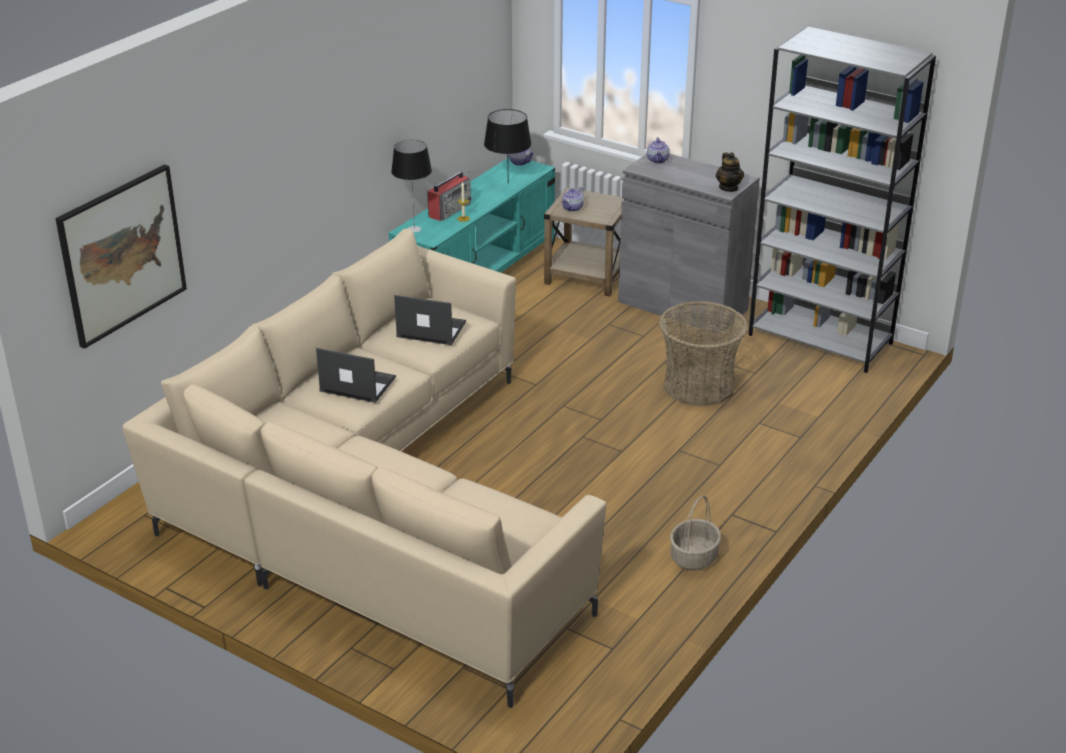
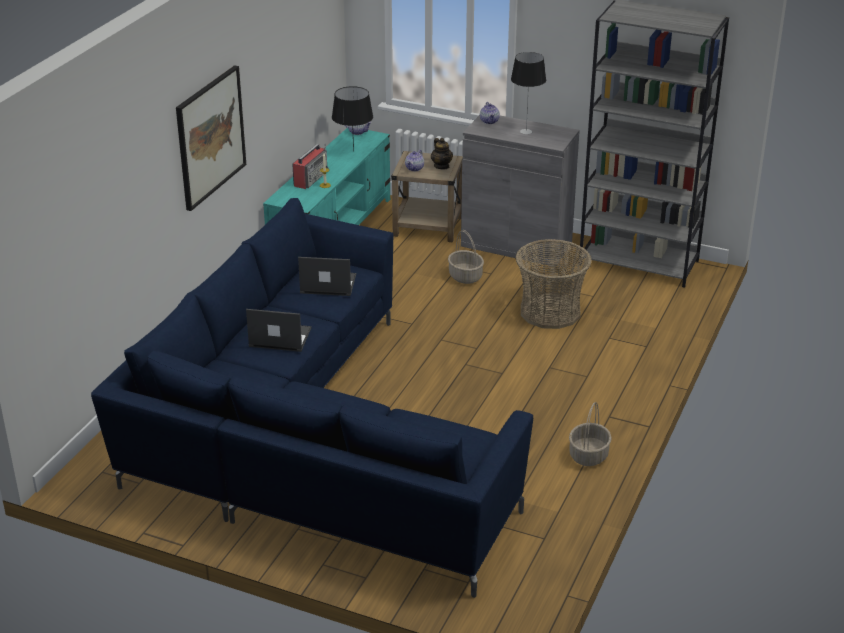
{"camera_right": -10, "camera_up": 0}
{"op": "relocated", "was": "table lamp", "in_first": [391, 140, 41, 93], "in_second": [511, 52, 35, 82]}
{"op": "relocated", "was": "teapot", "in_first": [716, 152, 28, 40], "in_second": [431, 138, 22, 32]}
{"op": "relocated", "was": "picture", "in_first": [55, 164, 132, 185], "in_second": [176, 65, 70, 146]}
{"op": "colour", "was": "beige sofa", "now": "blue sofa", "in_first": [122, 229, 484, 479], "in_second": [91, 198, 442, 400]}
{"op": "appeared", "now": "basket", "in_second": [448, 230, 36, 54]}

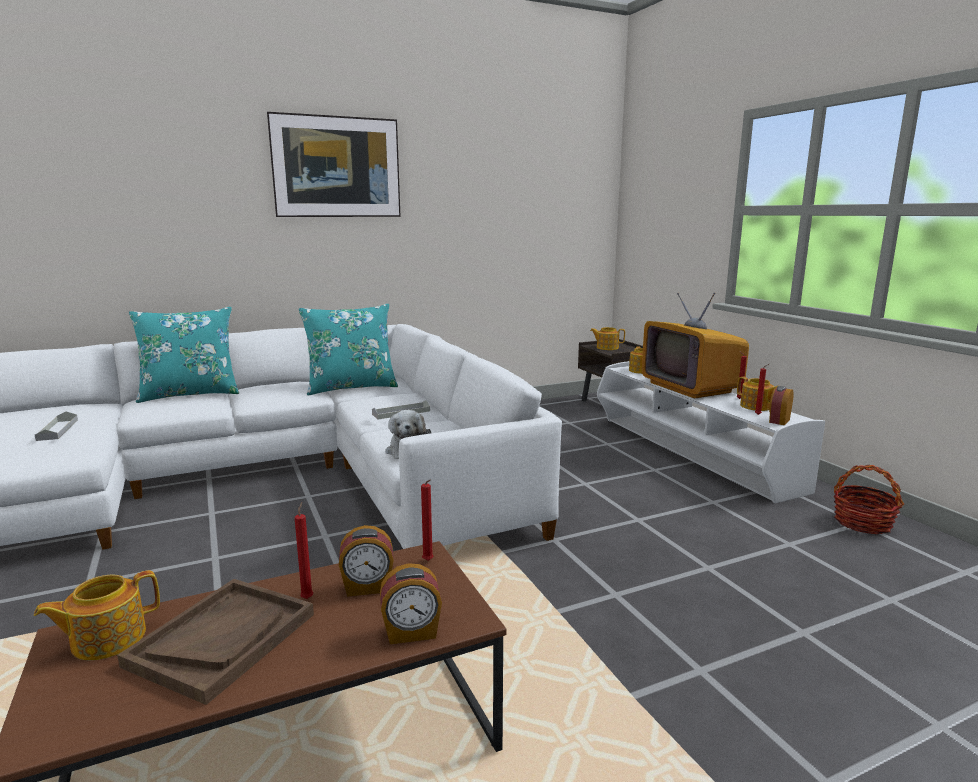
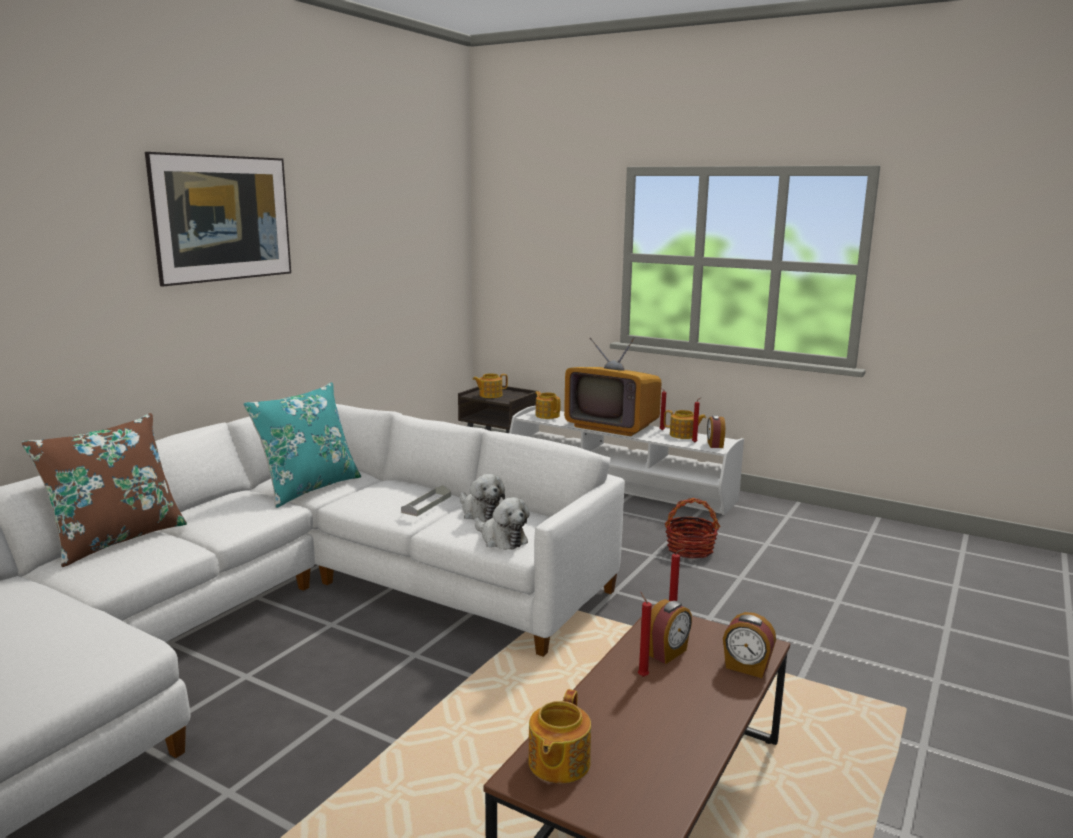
{"camera_right": -35, "camera_up": 0}
{"op": "colour", "was": "turquoise pillow", "now": "brown pillow", "in_first": [129, 307, 110, 96], "in_second": [21, 413, 166, 154]}
{"op": "missing", "was": "grey tray", "in_first": [35, 411, 43, 30]}
{"op": "relocated", "was": "basket", "in_first": [834, 465, 70, 69], "in_second": [665, 498, 55, 60]}
{"op": "spun", "was": "alarm clock", "in_first": [380, 563, 62, 81], "in_second": [723, 612, 53, 66], "clockwise": 75}
{"op": "missing", "was": "brown tray", "in_first": [117, 579, 197, 126]}
{"op": "appeared", "now": "plush toy", "in_second": [460, 474, 45, 48]}

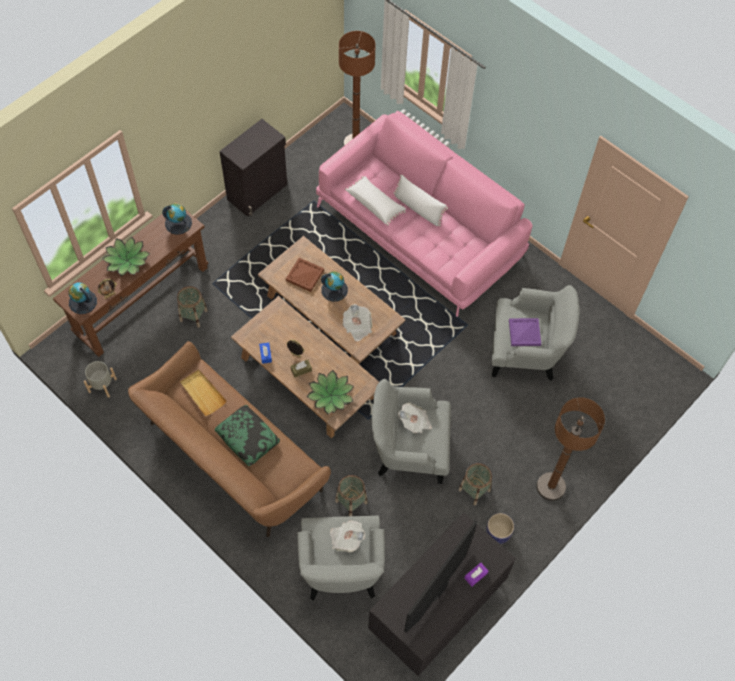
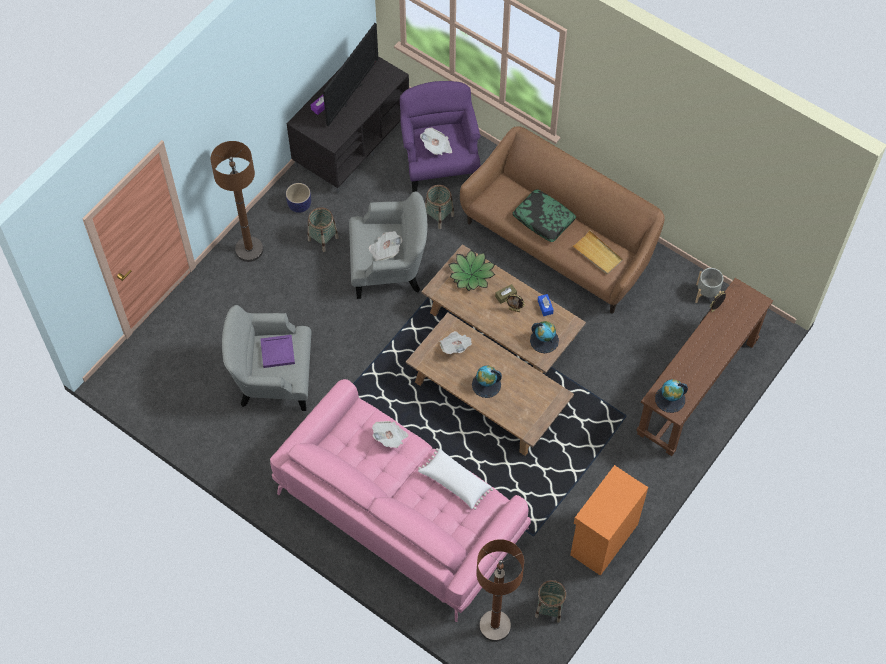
{"camera_right": 175, "camera_up": 0}
{"op": "colour", "was": "black cabinet", "now": "orange cabinet", "in_first": [219, 119, 68, 98], "in_second": [570, 465, 78, 111]}
{"op": "missing", "was": "white pillow", "in_first": [393, 175, 55, 51]}
{"op": "missing", "was": "potted plant", "in_first": [102, 237, 48, 39]}
{"op": "missing", "was": "brown tray", "in_first": [286, 258, 38, 34]}
{"op": "relocated", "was": "globe", "in_first": [69, 282, 28, 32], "in_second": [530, 321, 29, 32]}
{"op": "relocated", "was": "basket", "in_first": [177, 286, 31, 42], "in_second": [535, 580, 31, 43]}
{"op": "colour", "was": "grey armchair", "now": "purple armchair", "in_first": [297, 516, 88, 85], "in_second": [400, 81, 81, 111]}
{"op": "appeared", "now": "newspaper", "in_second": [372, 421, 37, 27]}

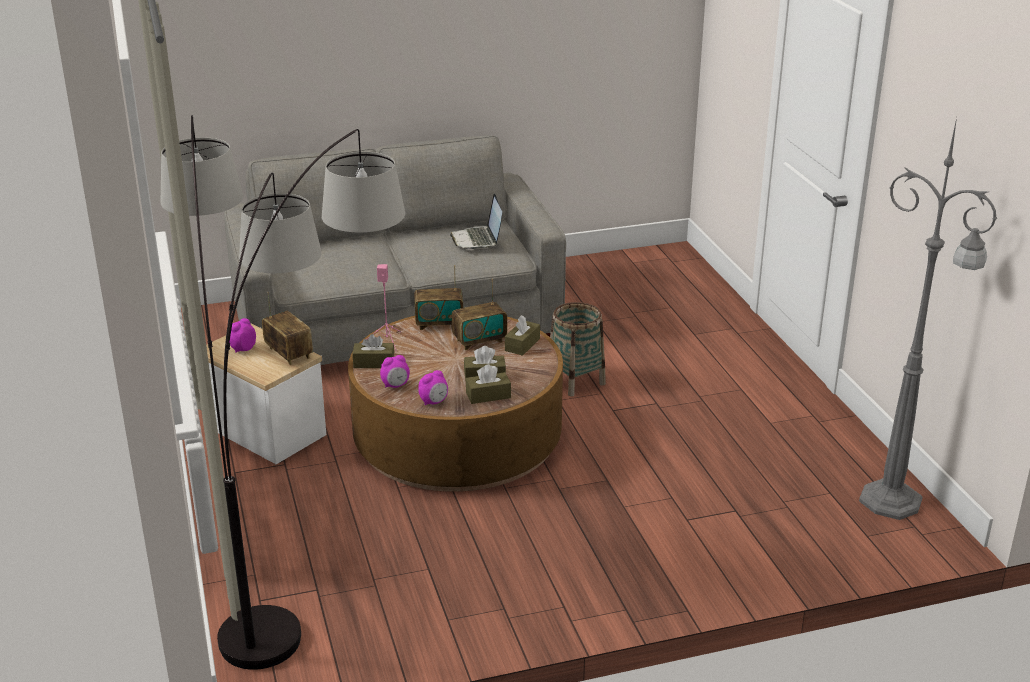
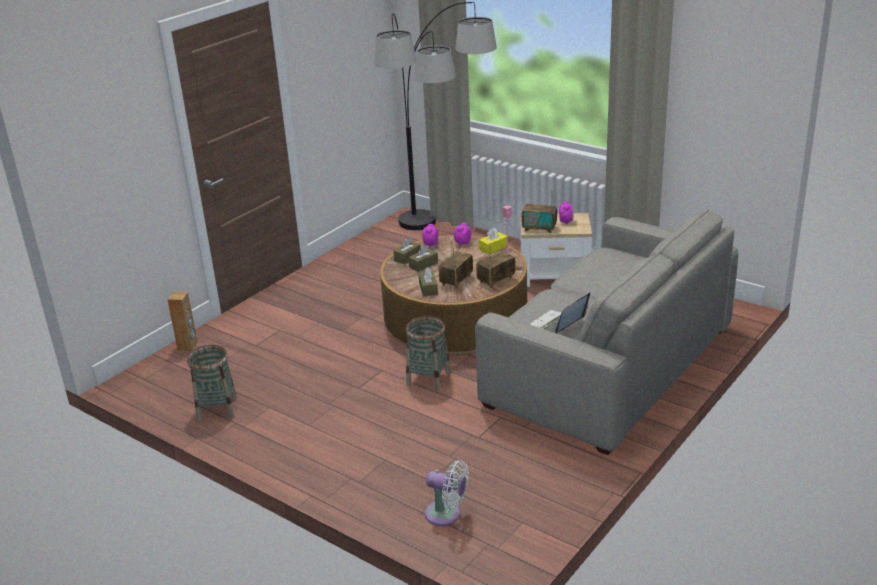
{"camera_right": 145, "camera_up": 0}
{"op": "missing", "was": "grey floor lamp", "in_first": [859, 118, 138, 402]}
{"op": "spun", "was": "laptop", "in_first": [450, 193, 52, 57], "in_second": [530, 292, 60, 41], "clockwise": -90}
{"op": "colour", "was": "brown tissue box", "now": "yellow tissue box", "in_first": [352, 334, 43, 34], "in_second": [479, 228, 28, 26]}
{"op": "appeared", "now": "brown speaker", "in_second": [167, 292, 31, 59]}
{"op": "appeared", "now": "basket", "in_second": [187, 345, 50, 76]}
{"op": "appeared", "now": "white fan", "in_second": [425, 460, 44, 66]}

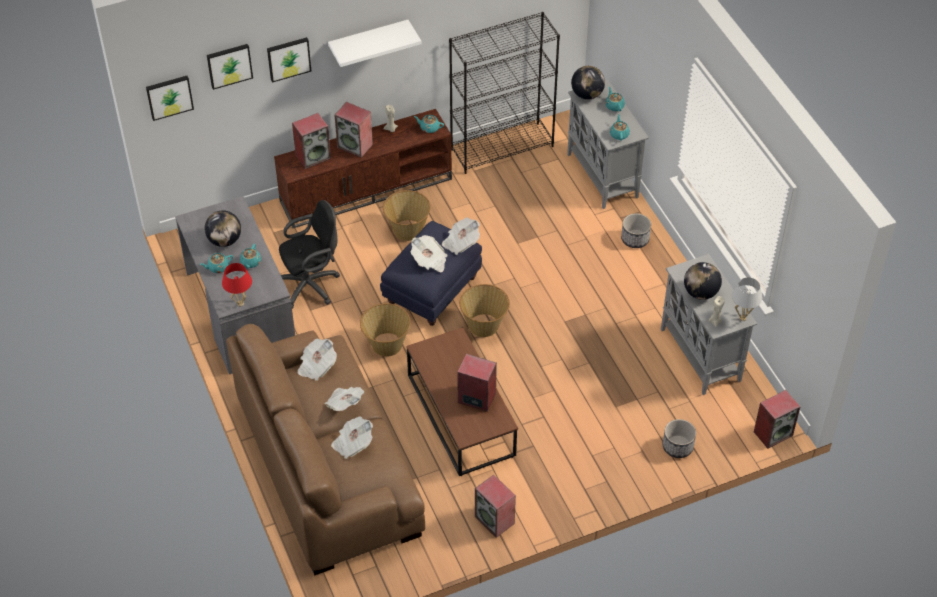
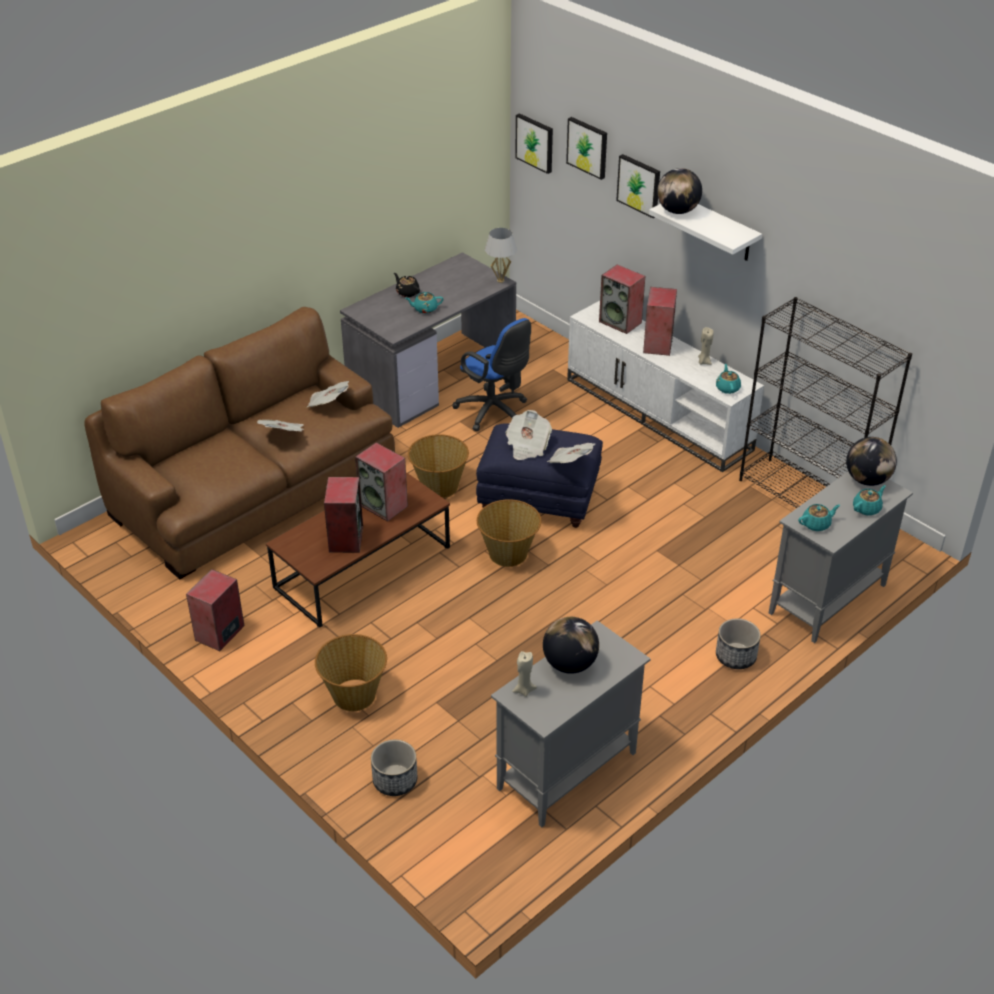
{"camera_right": 70, "camera_up": -10}
{"op": "colour", "was": "brown tv stand", "now": "white tv stand", "in_first": [274, 109, 178, 119], "in_second": [567, 301, 197, 171]}
{"op": "relocated", "was": "basket", "in_first": [383, 190, 48, 51], "in_second": [315, 634, 72, 77]}
{"op": "colour", "was": "black office chair", "now": "blue office chair", "in_first": [279, 200, 61, 109], "in_second": [452, 318, 79, 113]}
{"op": "relocated", "was": "globe", "in_first": [205, 210, 36, 37], "in_second": [657, 168, 45, 46]}
{"op": "colour", "was": "turquoise teapot", "now": "black teapot", "in_first": [200, 253, 33, 20], "in_second": [394, 273, 26, 24]}
{"op": "missing", "was": "red table lamp", "in_first": [222, 263, 30, 43]}
{"op": "relocated", "was": "white table lamp", "in_first": [732, 277, 30, 44], "in_second": [485, 228, 32, 55]}
{"op": "relocated", "was": "speaker", "in_first": [754, 390, 46, 59], "in_second": [355, 443, 53, 79]}
{"op": "missing", "was": "newspaper", "in_first": [331, 416, 42, 43]}

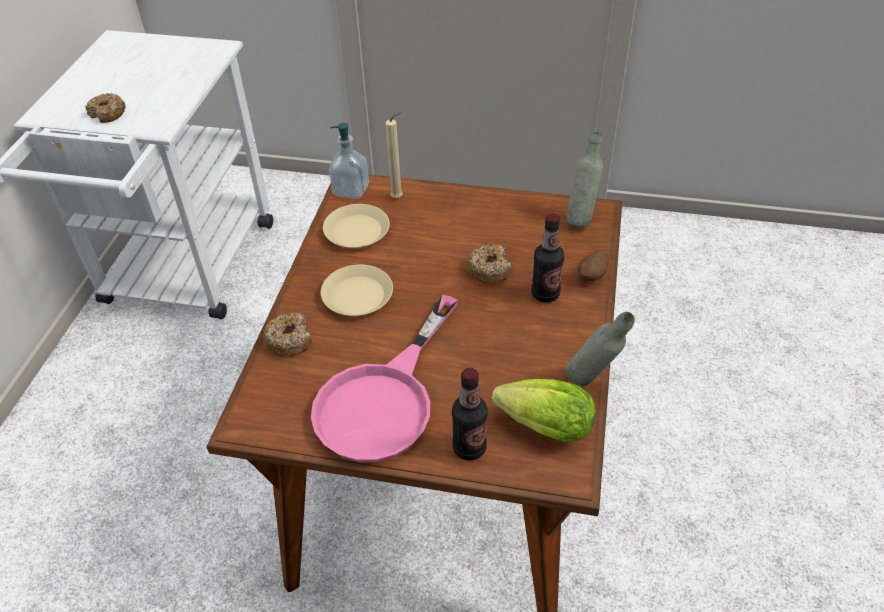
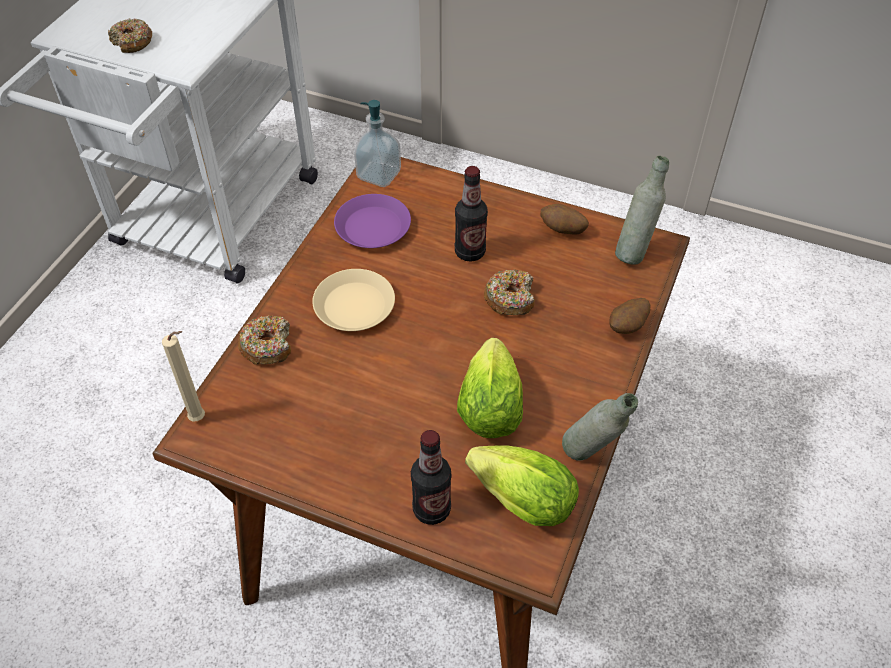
{"camera_right": 10, "camera_up": 5}
{"op": "relocated", "was": "beige candle", "in_first": [385, 112, 18, 86], "in_second": [162, 331, 43, 91]}
{"op": "colour", "was": "beige plate", "now": "purple plate", "in_first": [323, 204, 67, 44], "in_second": [334, 194, 77, 54]}
{"op": "relocated", "was": "bottle", "in_first": [531, 213, 33, 90], "in_second": [455, 166, 33, 96]}
{"op": "missing", "was": "pink frying pan", "in_first": [311, 295, 147, 167]}
{"op": "appeared", "now": "potato", "in_second": [540, 204, 49, 30]}
{"op": "appeared", "now": "lettuce", "in_second": [457, 338, 66, 100]}

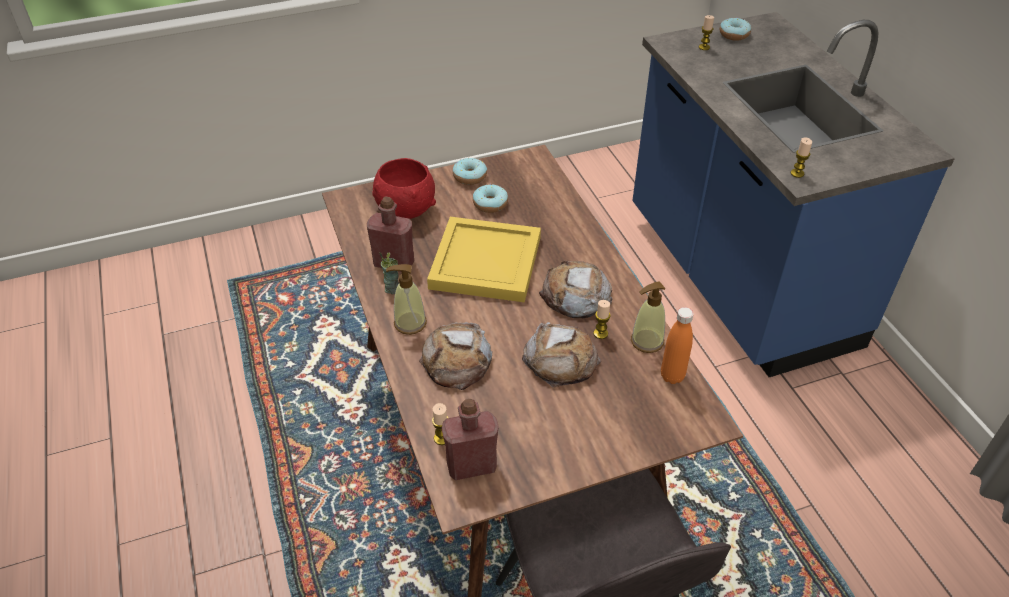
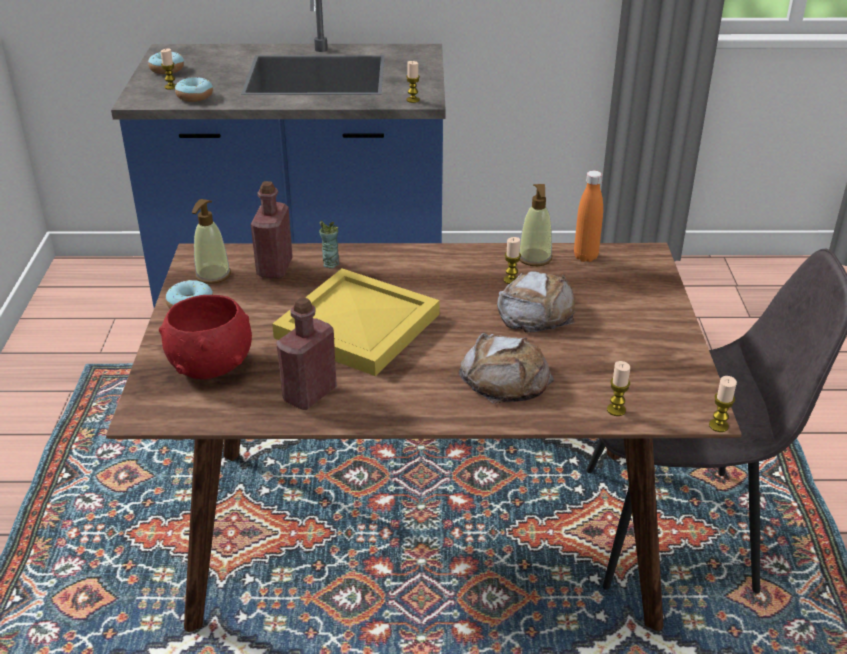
{"camera_right": -70, "camera_up": -10}
{"op": "relocated", "was": "donut", "in_first": [473, 184, 35, 29], "in_second": [175, 77, 38, 25]}
{"op": "relocated", "was": "cup", "in_first": [379, 252, 20, 42], "in_second": [319, 220, 20, 49]}
{"op": "missing", "was": "bread", "in_first": [539, 261, 73, 57]}
{"op": "relocated", "was": "soap dispenser", "in_first": [386, 264, 41, 71], "in_second": [192, 199, 39, 85]}
{"op": "relocated", "was": "red bottle", "in_first": [441, 399, 58, 81], "in_second": [251, 181, 42, 97]}
{"op": "appeared", "now": "candle", "in_second": [709, 376, 28, 56]}

